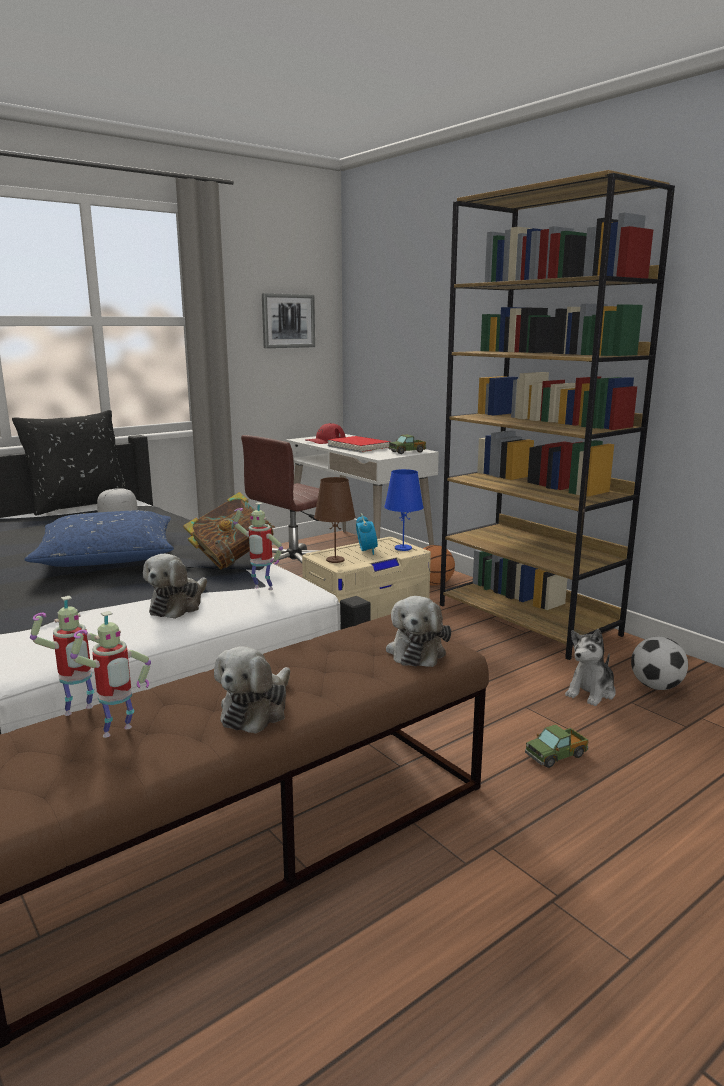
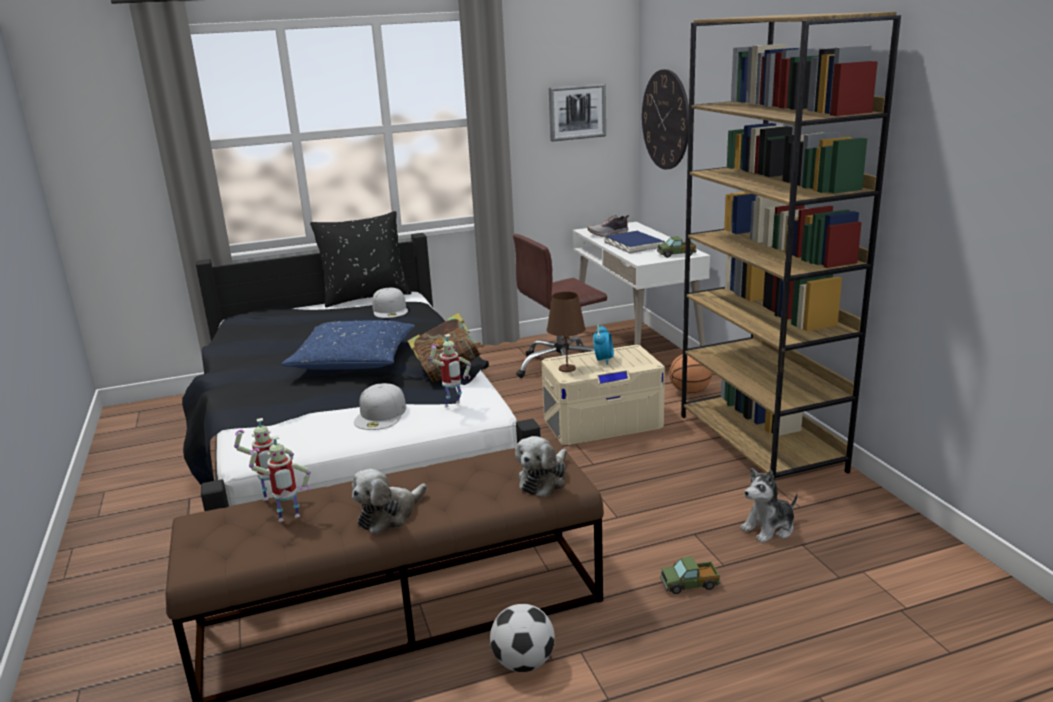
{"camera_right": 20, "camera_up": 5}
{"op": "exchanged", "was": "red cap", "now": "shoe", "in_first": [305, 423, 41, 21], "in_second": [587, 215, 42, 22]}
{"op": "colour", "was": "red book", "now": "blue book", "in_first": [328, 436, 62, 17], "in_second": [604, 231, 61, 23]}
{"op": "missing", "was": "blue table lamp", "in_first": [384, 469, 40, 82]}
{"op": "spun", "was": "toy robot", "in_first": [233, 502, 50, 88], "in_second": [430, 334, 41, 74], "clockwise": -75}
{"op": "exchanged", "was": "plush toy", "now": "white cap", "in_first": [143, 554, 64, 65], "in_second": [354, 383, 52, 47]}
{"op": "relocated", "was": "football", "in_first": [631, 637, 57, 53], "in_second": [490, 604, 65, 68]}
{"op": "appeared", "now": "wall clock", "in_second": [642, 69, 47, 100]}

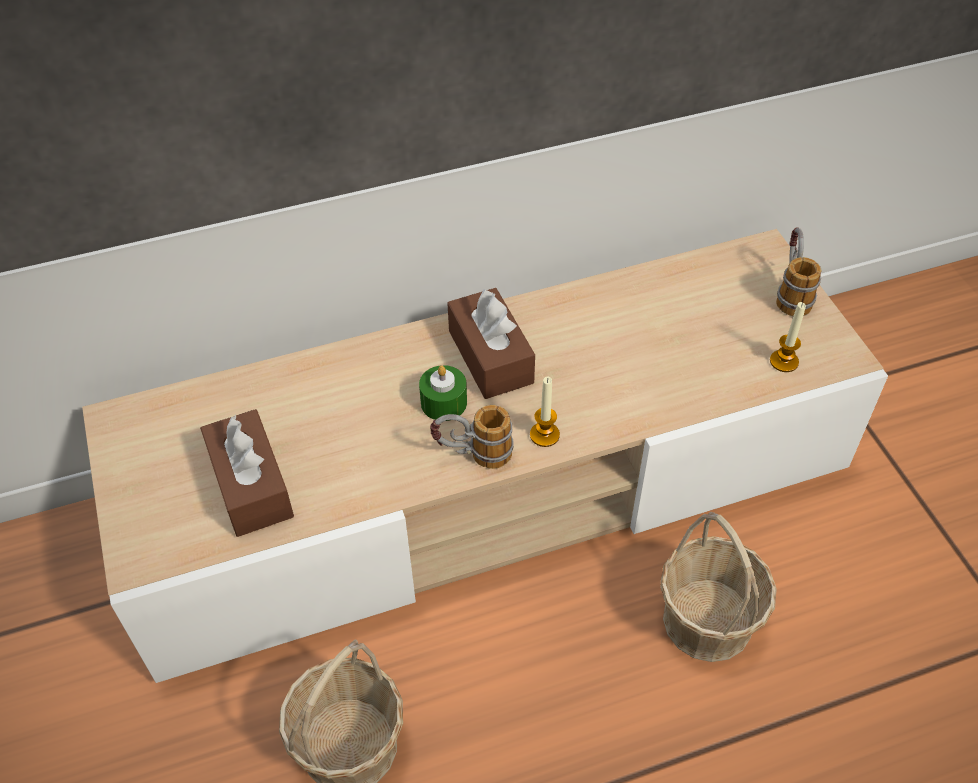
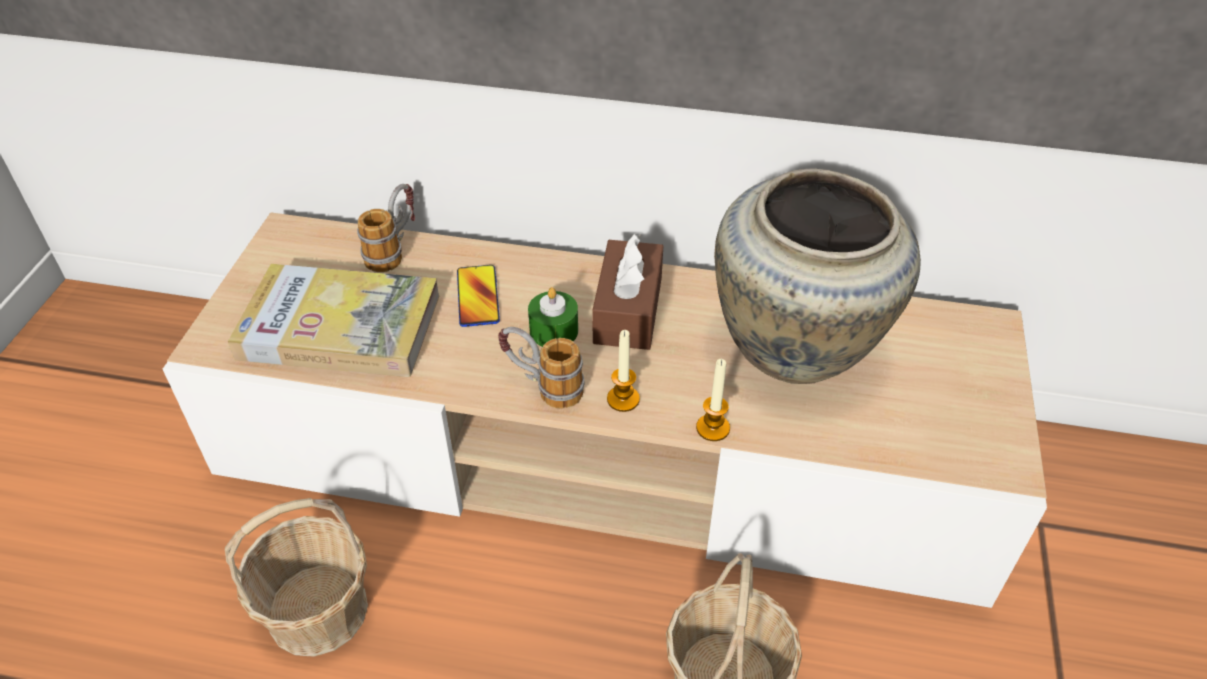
{"camera_right": 30, "camera_up": -5}
{"op": "relocated", "was": "mug", "in_first": [776, 227, 46, 89], "in_second": [357, 184, 58, 88]}
{"op": "relocated", "was": "candle", "in_first": [770, 302, 36, 70], "in_second": [696, 359, 34, 82]}
{"op": "exchanged", "was": "brown tissue box", "now": "book", "in_first": [200, 409, 94, 128], "in_second": [228, 264, 212, 113]}
{"op": "appeared", "now": "beige vase", "in_second": [714, 169, 207, 215]}
{"op": "appeared", "now": "phone", "in_second": [457, 265, 43, 62]}

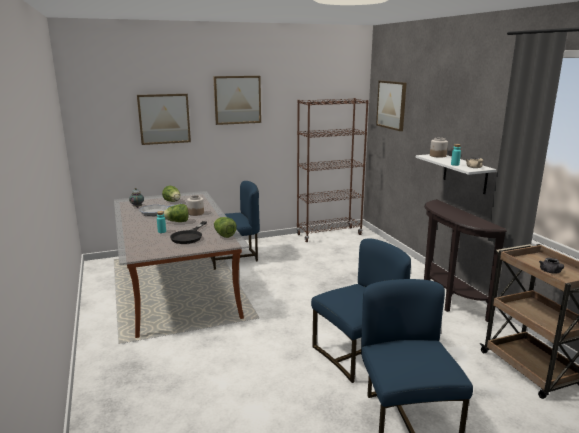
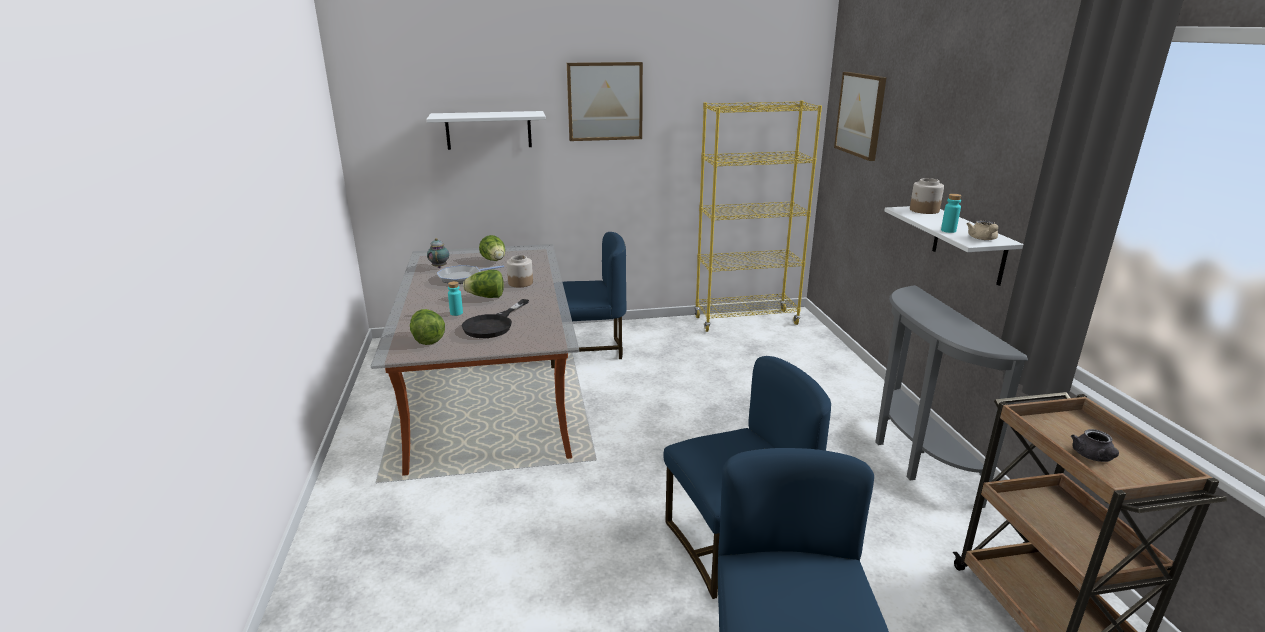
{"camera_right": 10, "camera_up": 5}
{"op": "exchanged", "was": "picture", "now": "white shelf", "in_first": [137, 94, 54, 51], "in_second": [426, 111, 120, 39]}
{"op": "colour", "was": "brown bookcase", "now": "yellow bookcase", "in_first": [296, 98, 73, 144], "in_second": [695, 100, 127, 232]}
{"op": "colour", "was": "brown console table", "now": "grey console table", "in_first": [424, 199, 83, 123], "in_second": [875, 285, 153, 223]}
{"op": "relocated", "was": "lettuce", "in_first": [214, 217, 23, 21], "in_second": [410, 309, 35, 36]}

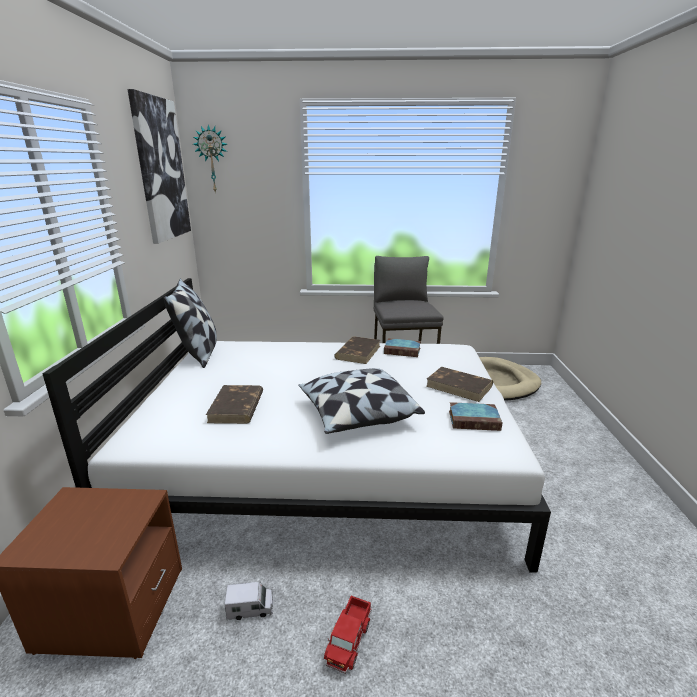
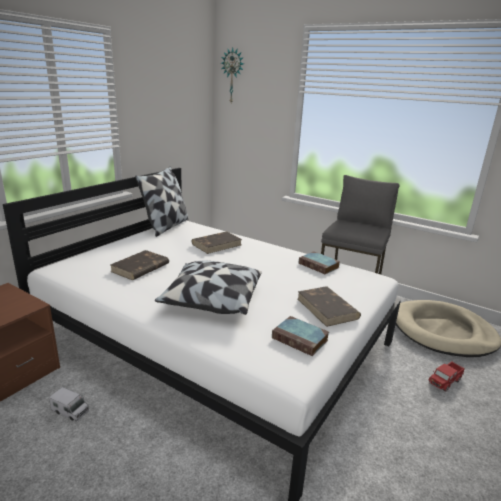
{"camera_right": 30, "camera_up": 0}
{"op": "missing", "was": "picture", "in_first": [128, 89, 63, 155]}
{"op": "relocated", "was": "brown book", "in_first": [334, 336, 46, 28], "in_second": [192, 231, 49, 23]}
{"op": "relocated", "was": "toy truck", "in_first": [324, 596, 48, 78], "in_second": [428, 361, 37, 31]}

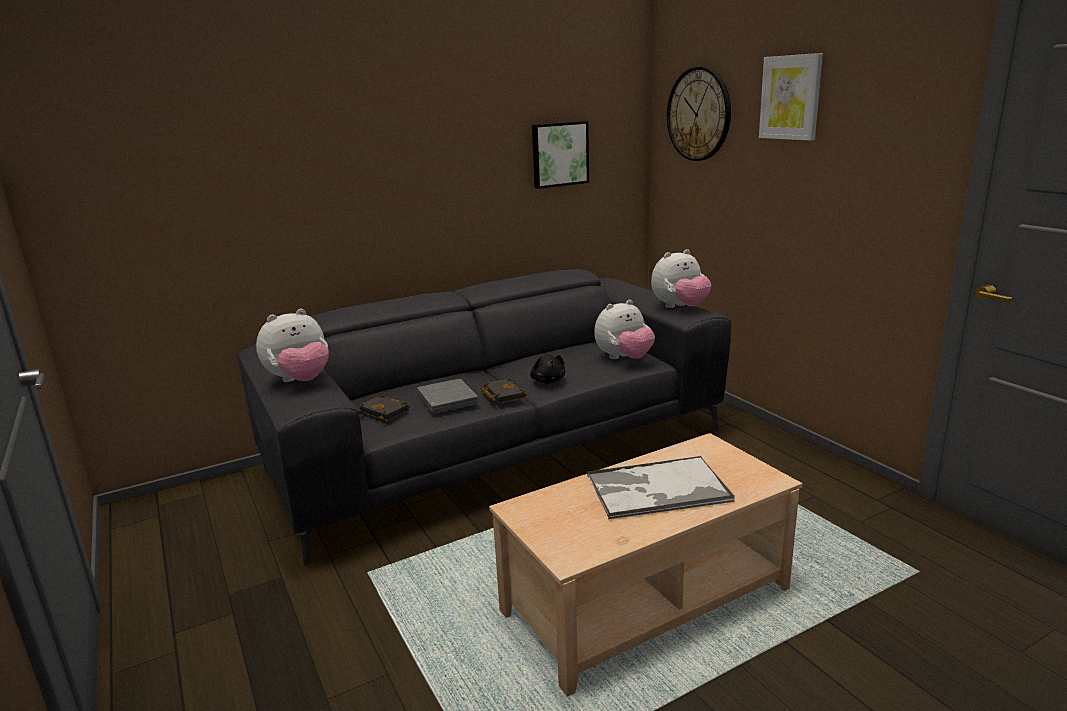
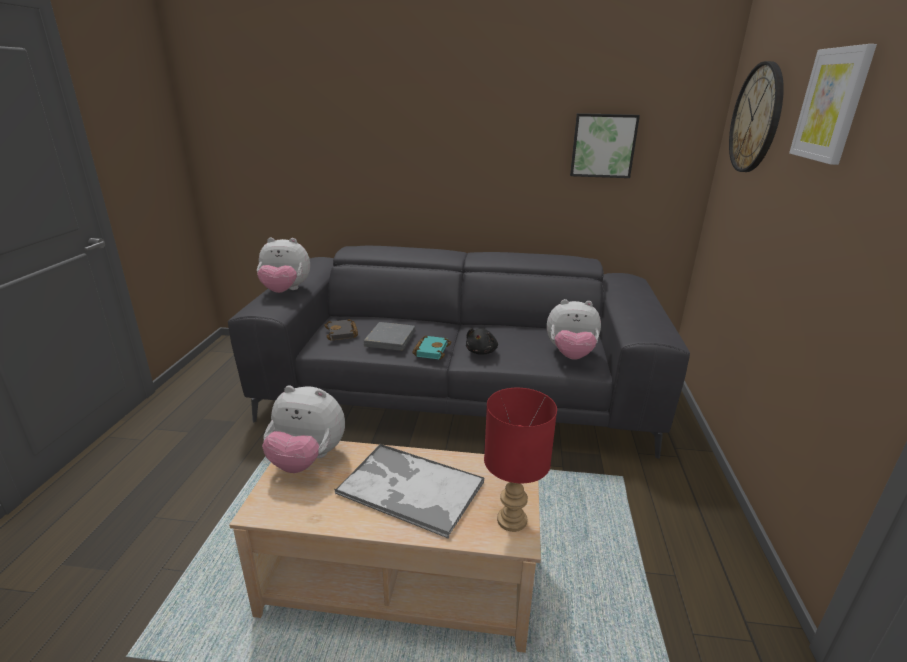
{"camera_right": 35, "camera_up": 5}
{"op": "relocated", "was": "plush toy", "in_first": [651, 249, 61, 59], "in_second": [262, 385, 83, 88]}
{"op": "colour", "was": "black book", "now": "turquoise book", "in_first": [481, 378, 46, 26], "in_second": [412, 336, 39, 23]}
{"op": "appeared", "now": "red table lamp", "in_second": [484, 388, 73, 144]}

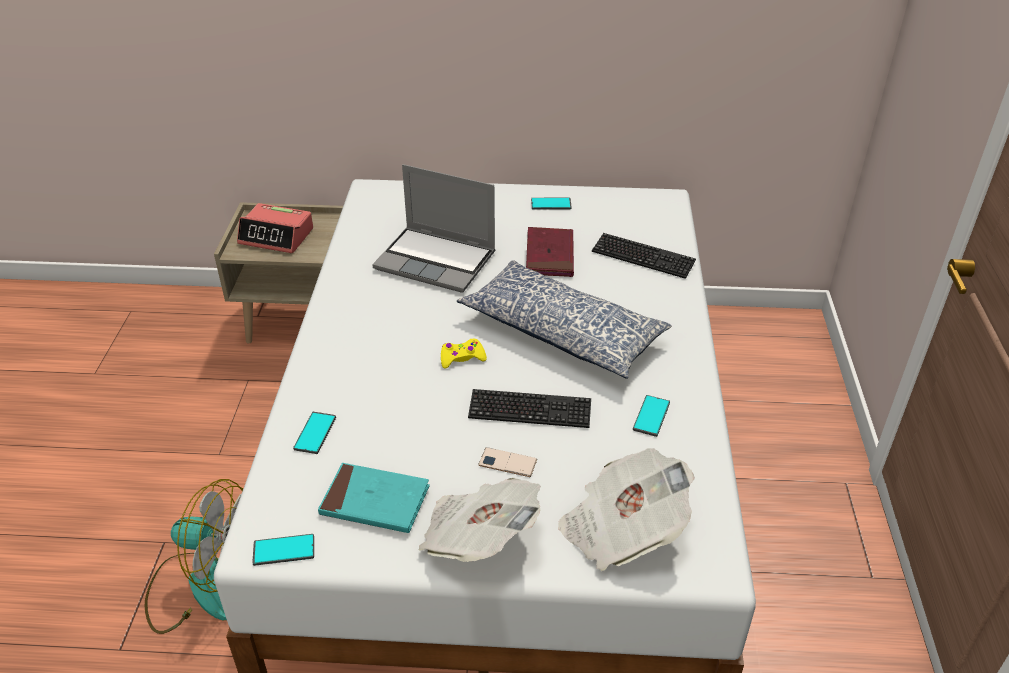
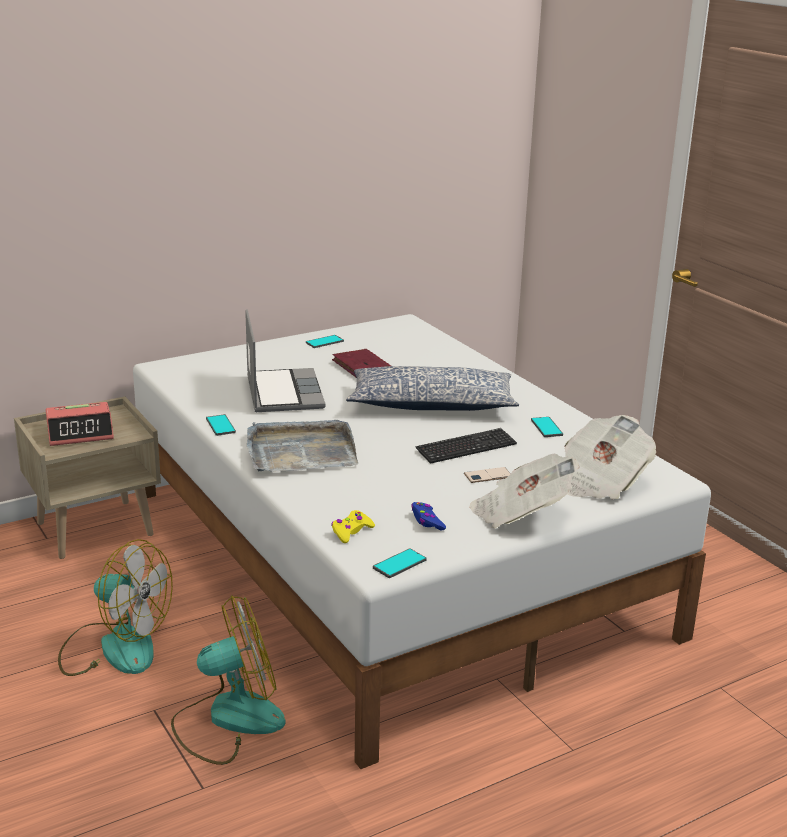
{"camera_right": -35, "camera_up": -15}
{"op": "spun", "was": "laptop", "in_first": [372, 164, 124, 129], "in_second": [245, 309, 80, 103], "clockwise": -90}
{"op": "missing", "was": "keyboard", "in_first": [592, 233, 104, 46]}
{"op": "relocated", "was": "yellow game controller", "in_first": [441, 339, 46, 29], "in_second": [331, 510, 44, 33]}
{"op": "relocated", "was": "phone", "in_first": [293, 412, 43, 42], "in_second": [206, 414, 30, 22]}
{"op": "exchanged", "was": "turquoise book", "now": "blue game controller", "in_first": [318, 463, 112, 70], "in_second": [411, 502, 35, 29]}
{"op": "appeared", "now": "grey tray", "in_second": [247, 420, 111, 52]}
{"op": "appeared", "now": "fan", "in_second": [58, 539, 115, 137]}

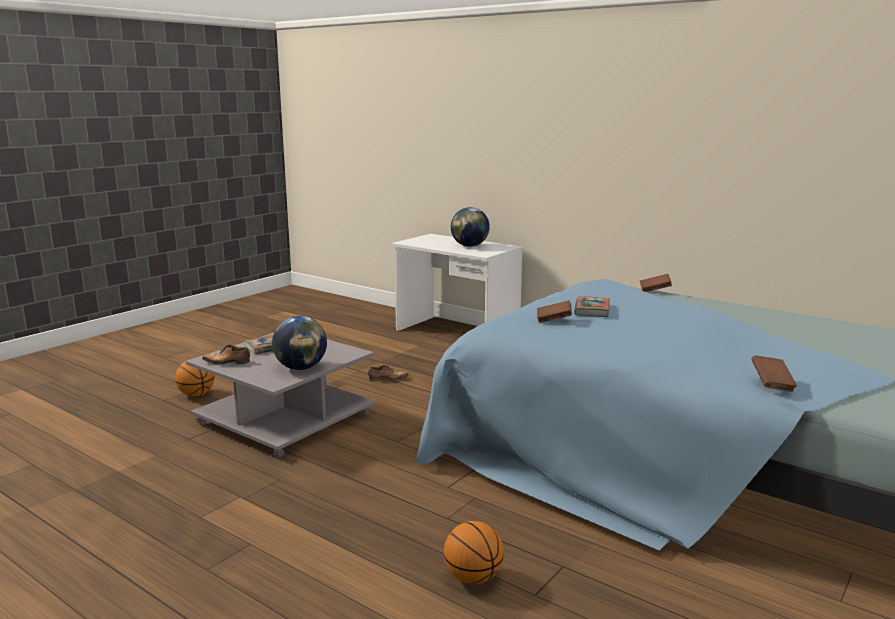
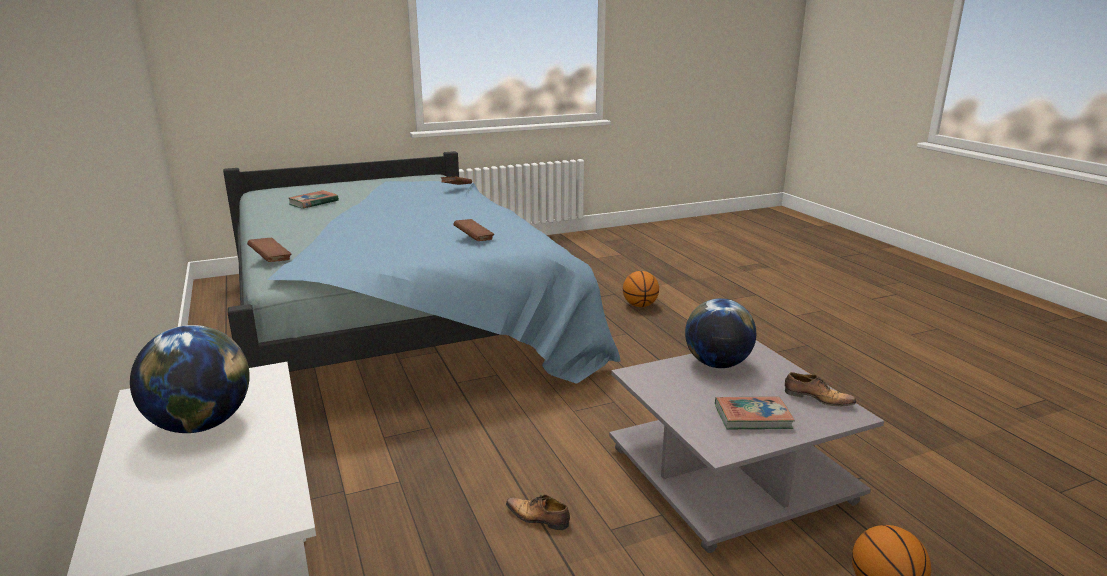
{"camera_right": -150, "camera_up": 5}
{"op": "relocated", "was": "book", "in_first": [574, 297, 36, 20], "in_second": [288, 190, 51, 18]}

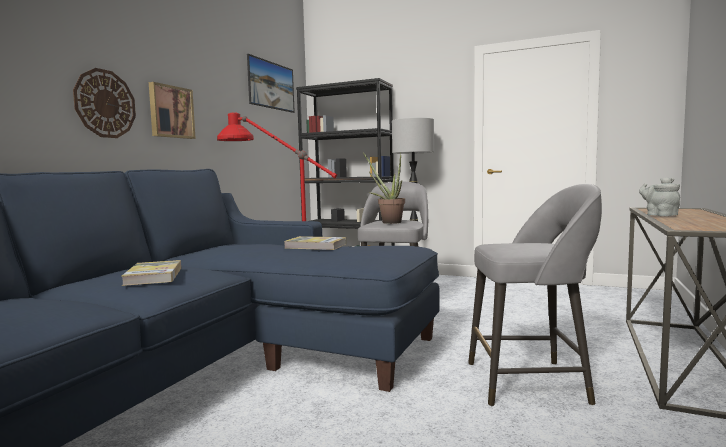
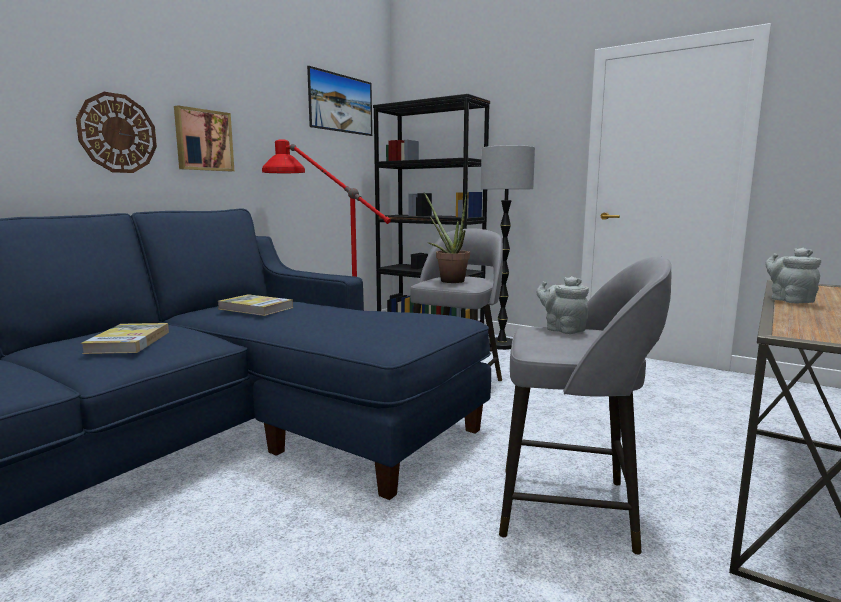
{"camera_right": 10, "camera_up": 5}
{"op": "relocated", "was": "book", "in_first": [284, 236, 62, 14], "in_second": [218, 294, 75, 22]}
{"op": "appeared", "now": "grey teapot", "in_second": [536, 276, 53, 58]}

